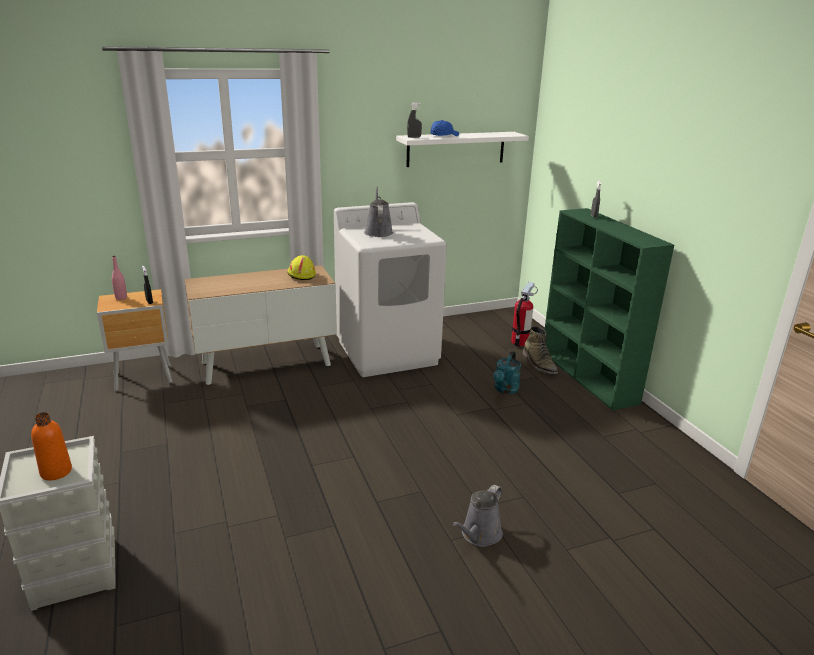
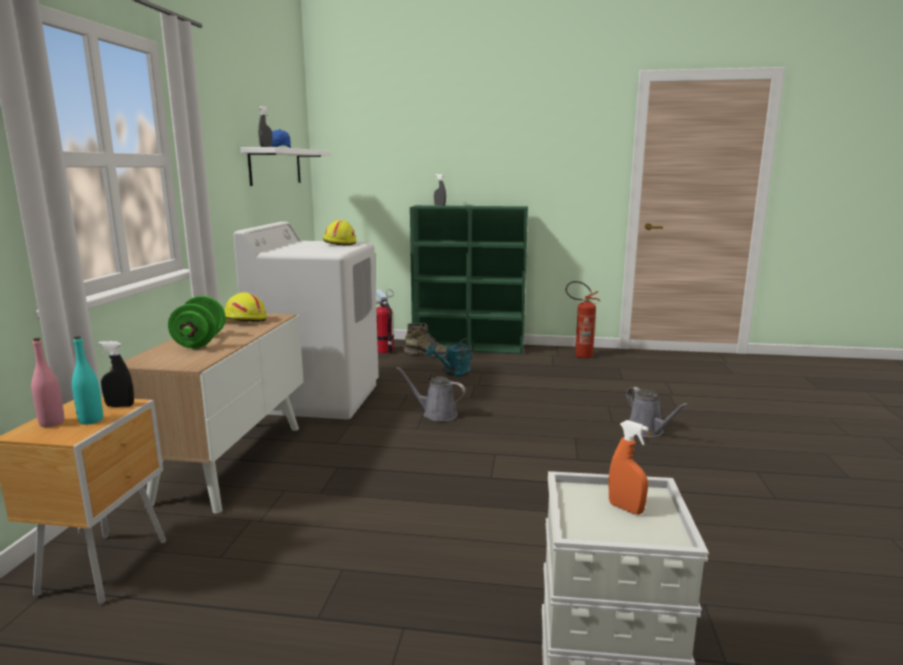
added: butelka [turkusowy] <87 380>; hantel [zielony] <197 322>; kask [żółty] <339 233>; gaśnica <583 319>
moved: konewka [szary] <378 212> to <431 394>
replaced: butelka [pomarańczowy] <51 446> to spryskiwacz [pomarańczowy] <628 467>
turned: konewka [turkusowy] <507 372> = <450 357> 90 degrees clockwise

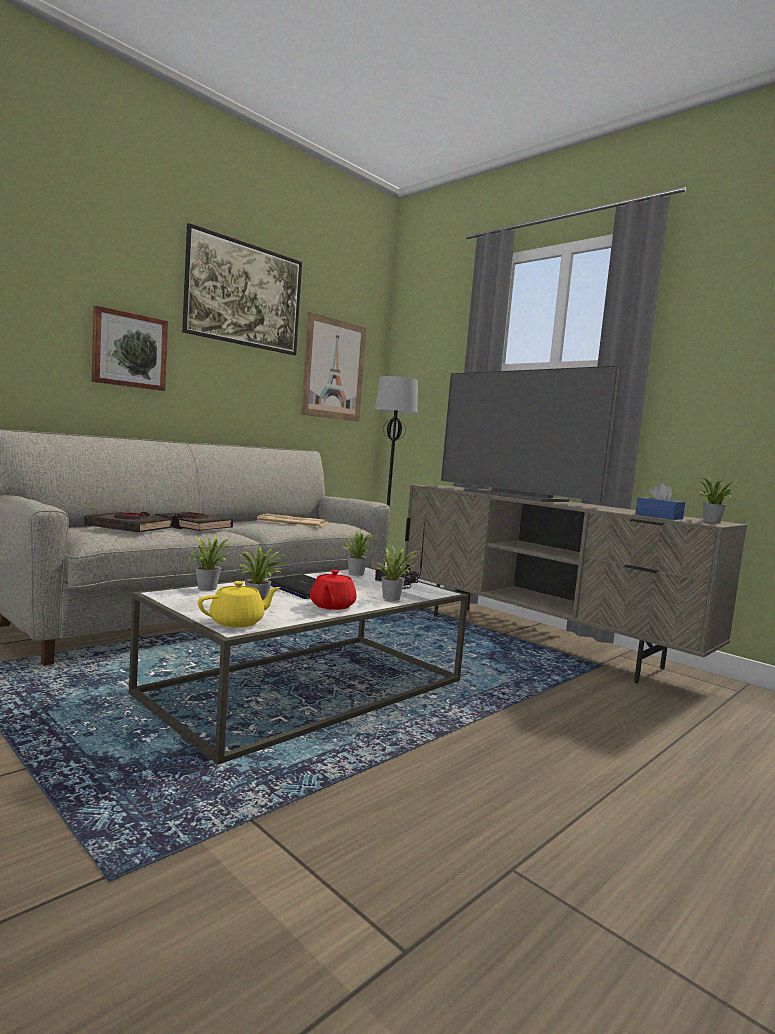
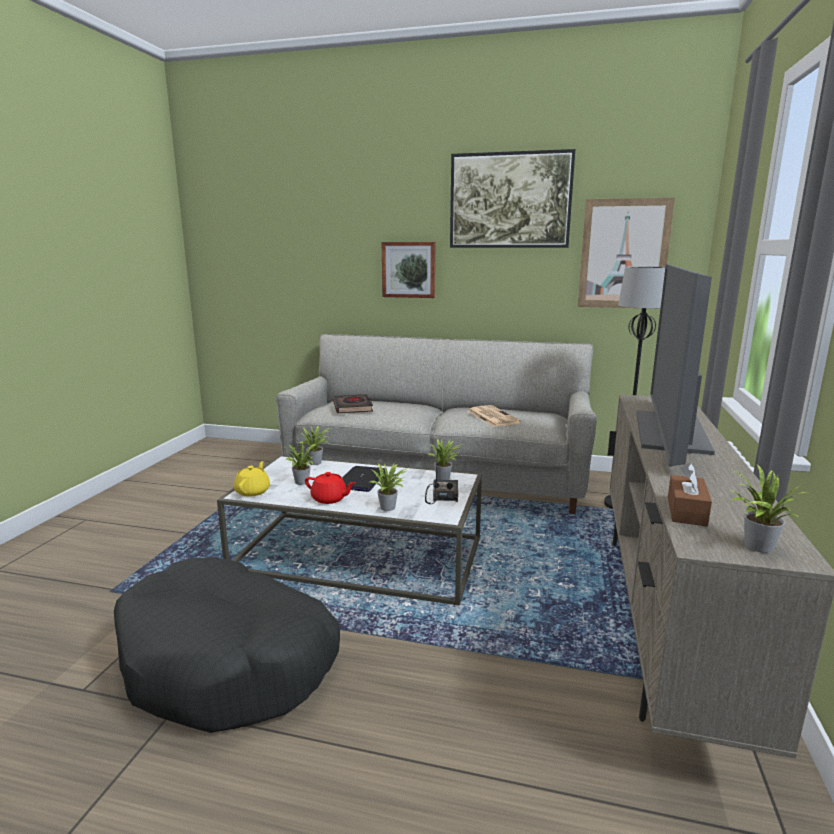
removed: książka [czarny] <194 521>
added: legowisko [czarny] <227 645>
recoloured: pudełko chusteczek [niebieski] <660 501> to pudełko chusteczek [brązowy] <690 494>
turned: imbryk [żółty] <239 604> = <252 479> 105 degrees counterclockwise; imbryk [czerwony] <333 590> = <330 488> 135 degrees counterclockwise

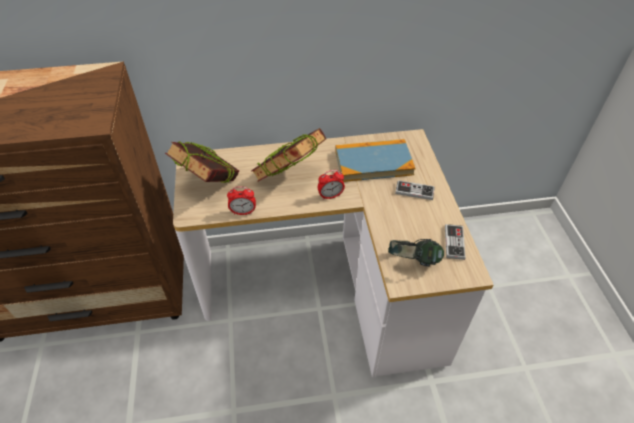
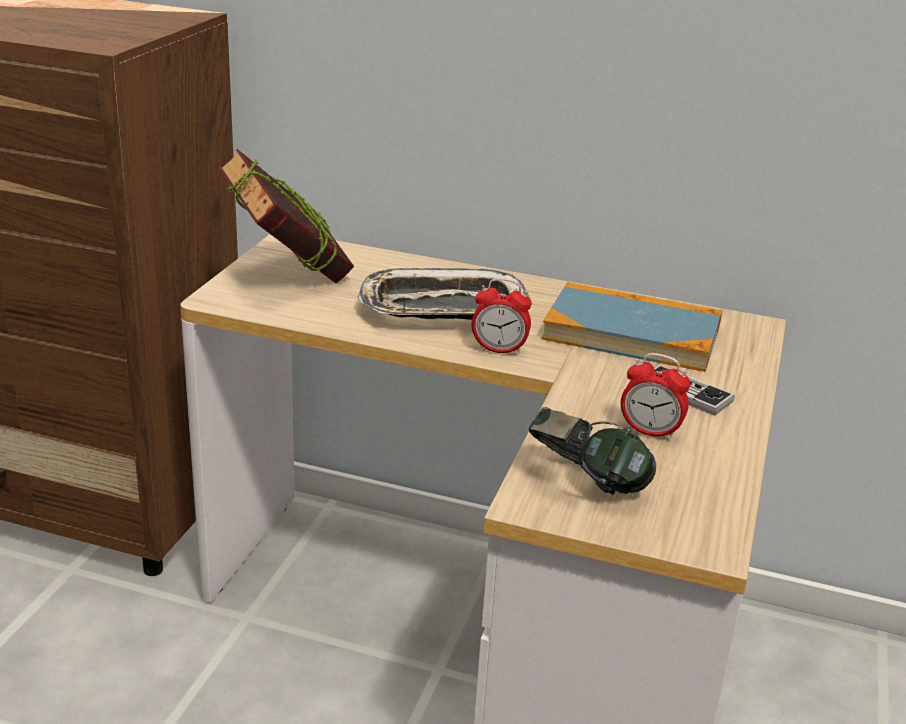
removed: pad do gier <455 242>
moved: budzik <241 201> to <656 396>
replaced: książka <288 154> to taca <445 294>

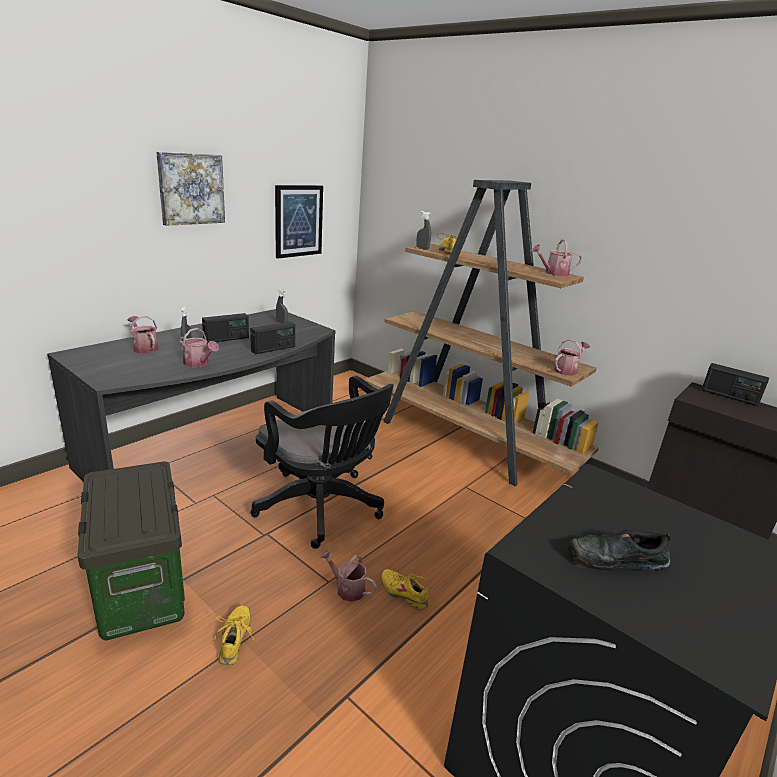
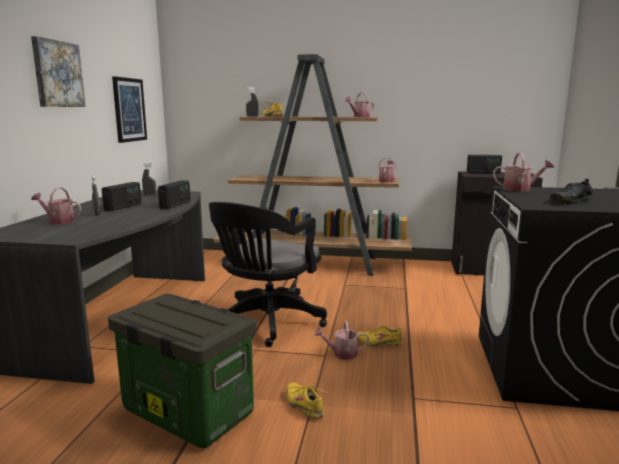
moved: konewka <199 347> to <523 172>
turned: krzesło biurowe [czarny] <322 462> = <268 274> 105 degrees clockwise

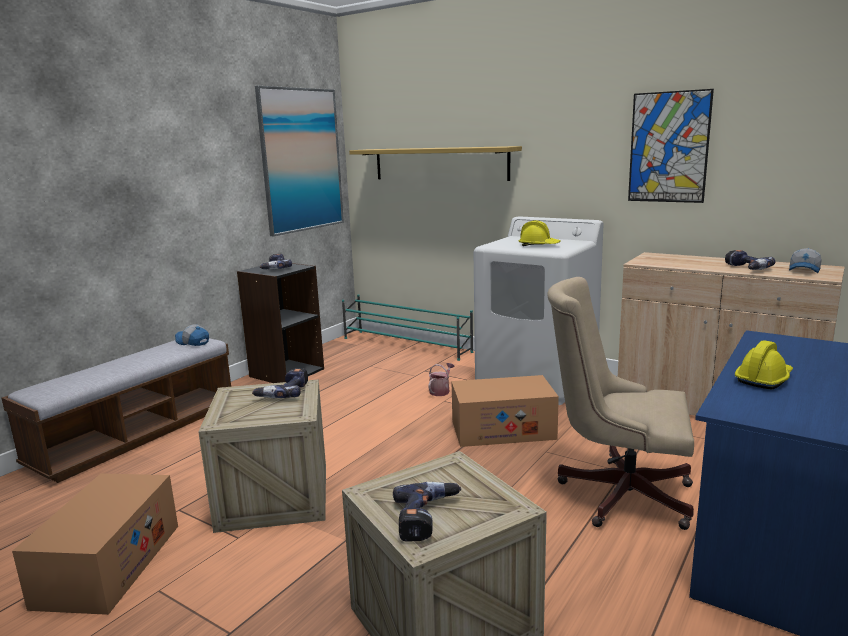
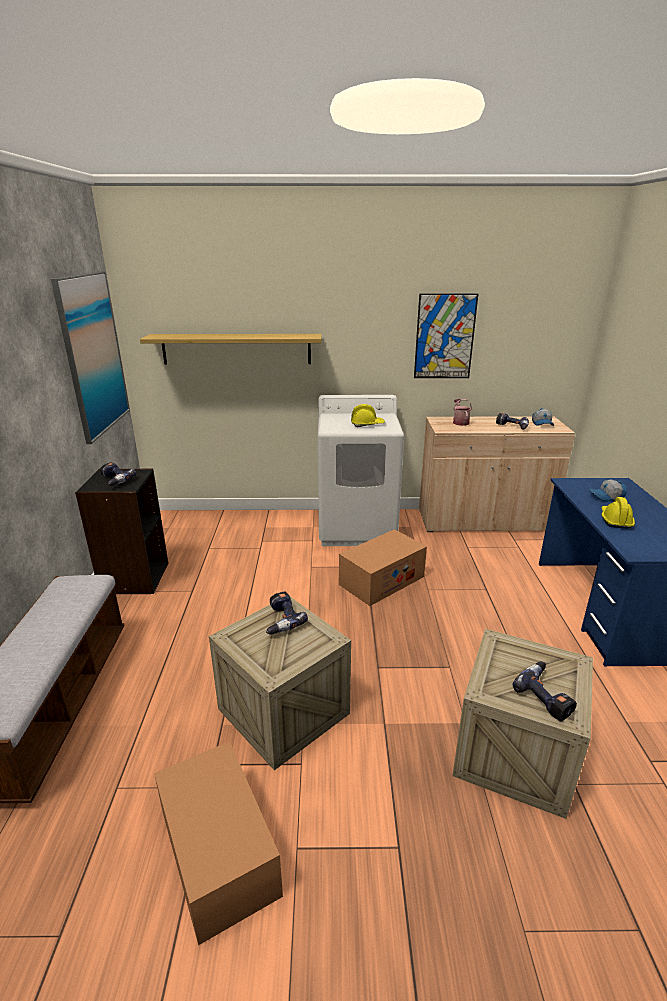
removed: regał na buty [turkusowy] <407 327>; krzesło biurowe [beżowy] <620 403>
moved: konewka <441 379> to <462 412>; czapka z daszkiem <192 335> to <608 490>

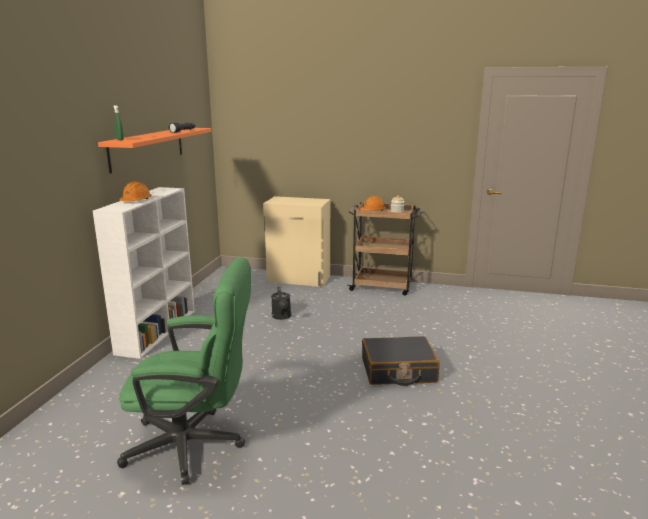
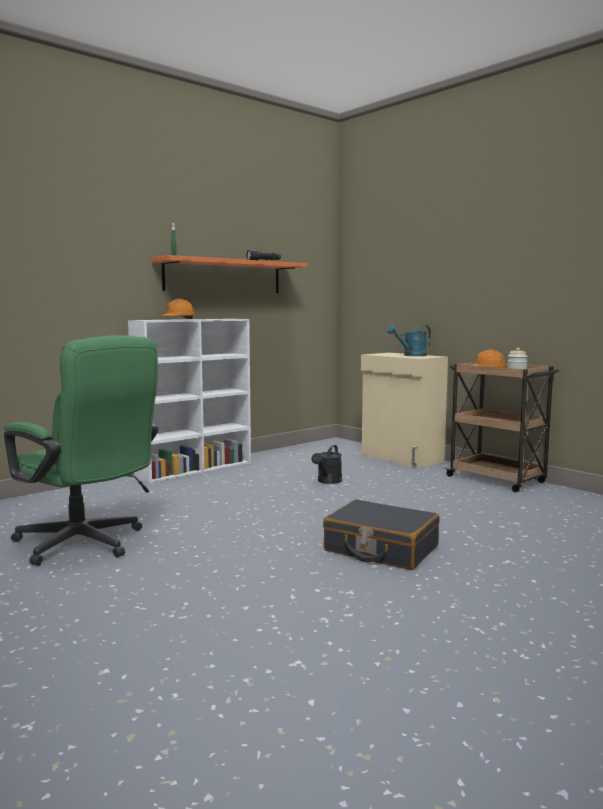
added: konewka [turkusowy] <409 340>

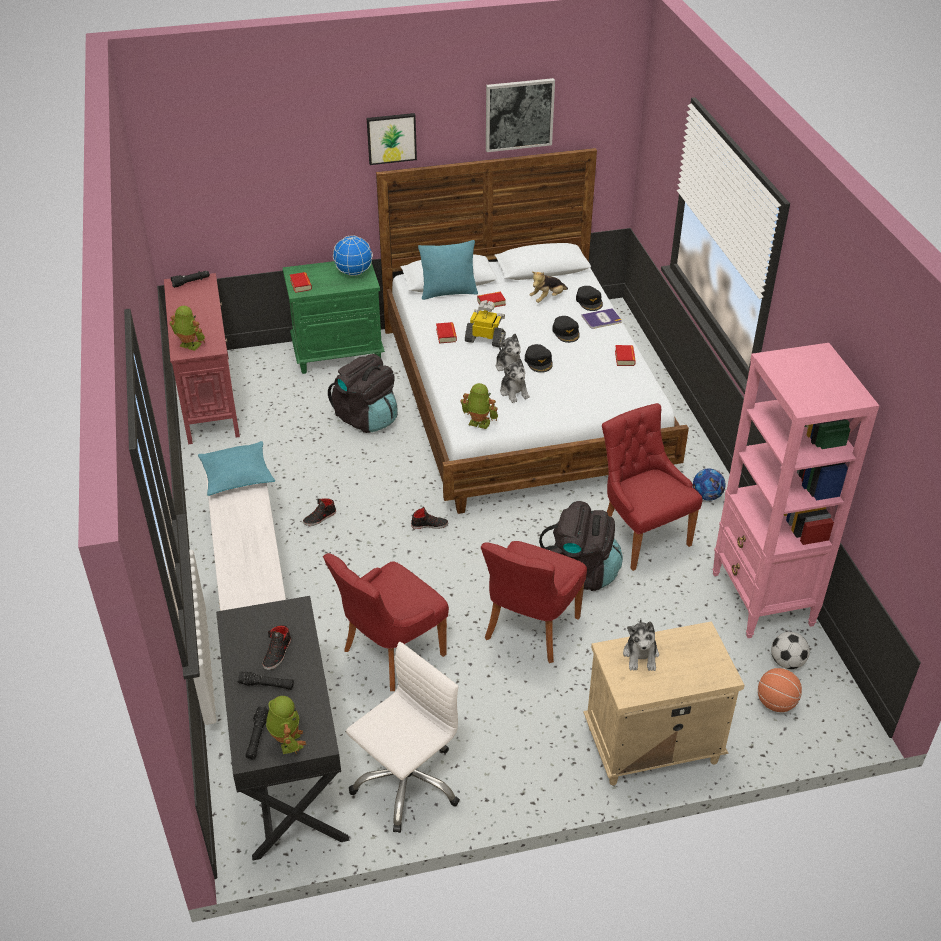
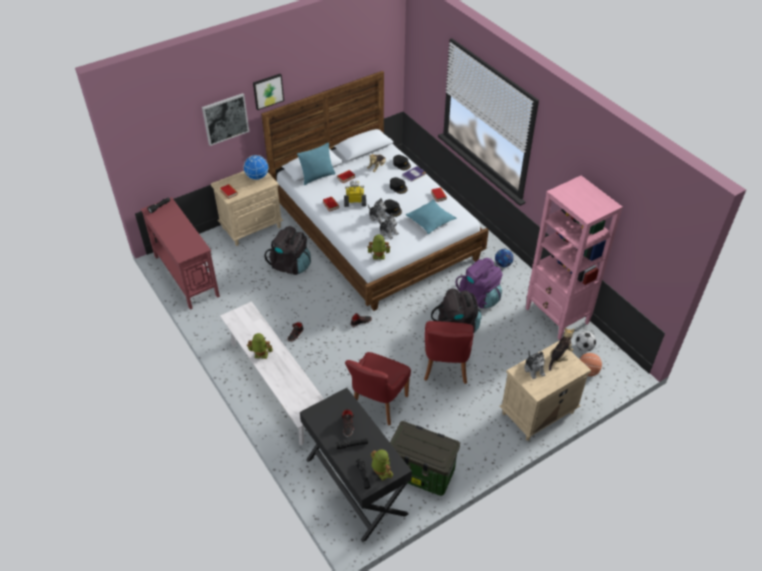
added: pluszak <561 349>
moved: obraz <520 115> to <225 119>; robot zabawkowy <187 328> to <260 346>; poduszka [turkusowy] <236 468> to <430 217>
replaced: krzesło biurowe [biały] <403 737> to pojemnik do przechowywania <425 458>; krzesło [czerwony] <652 487> to plecak [fioletowy] <479 283>
recoloured: szafka nocna [zielony] <334 317> to szafka nocna [beżowy] <247 208>

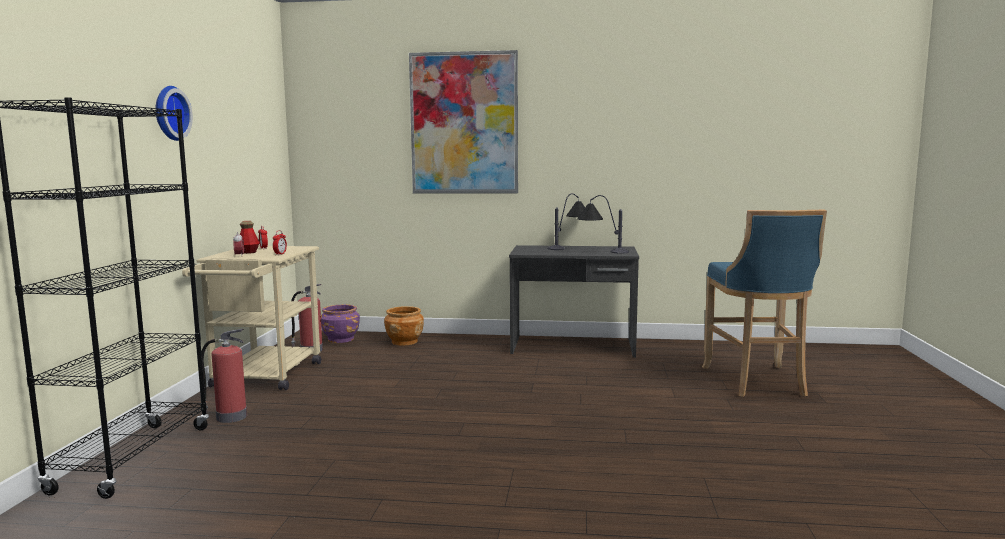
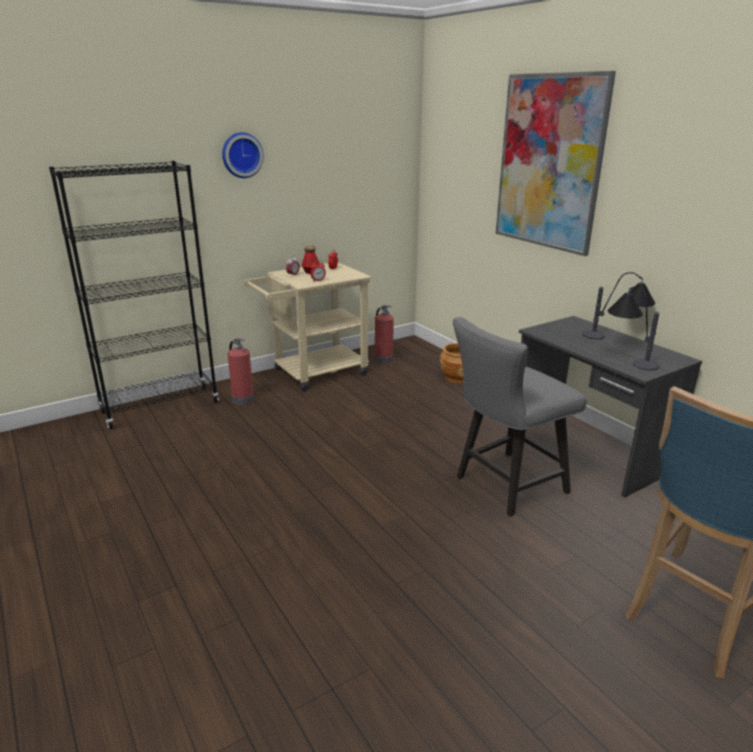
removed: donica [fioletowy] <340 324>
added: krzesło [szary] <520 417>

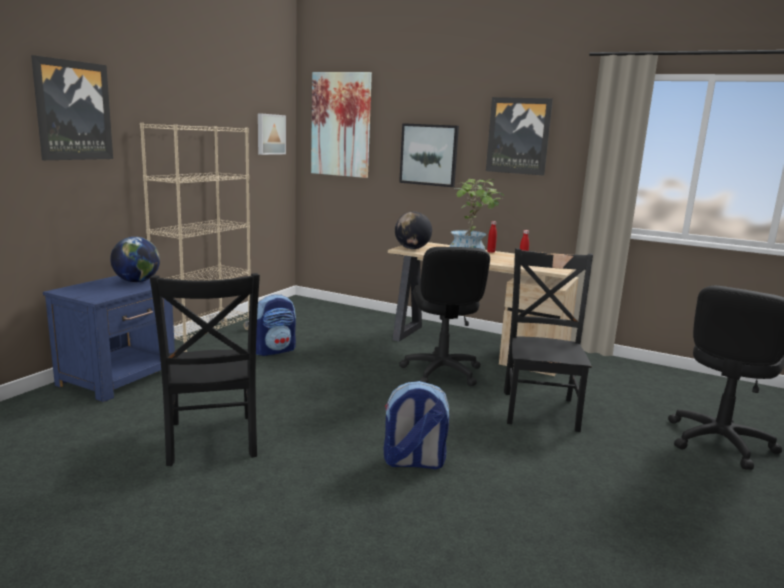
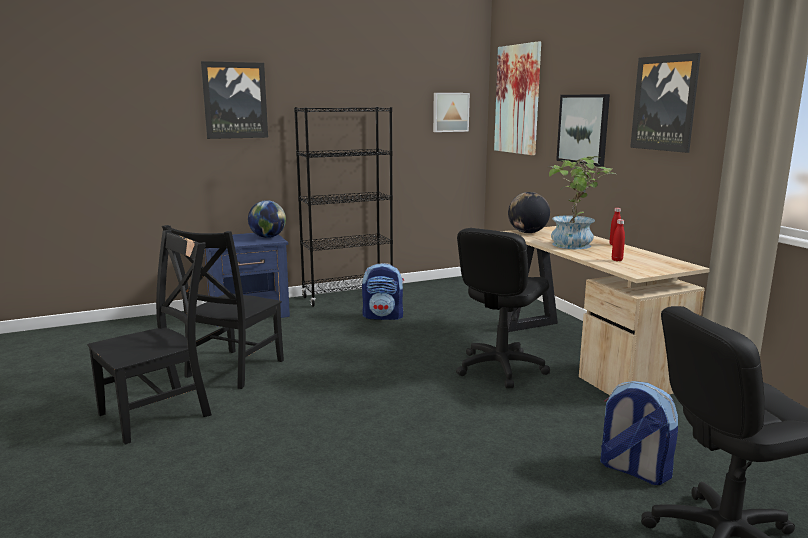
moved: krzesło [czarny] <548 340> to <149 337>; plecak <416 425> to <639 433>
recoloured: regał [beżowy] <195 237> to regał [czarny] <343 207>

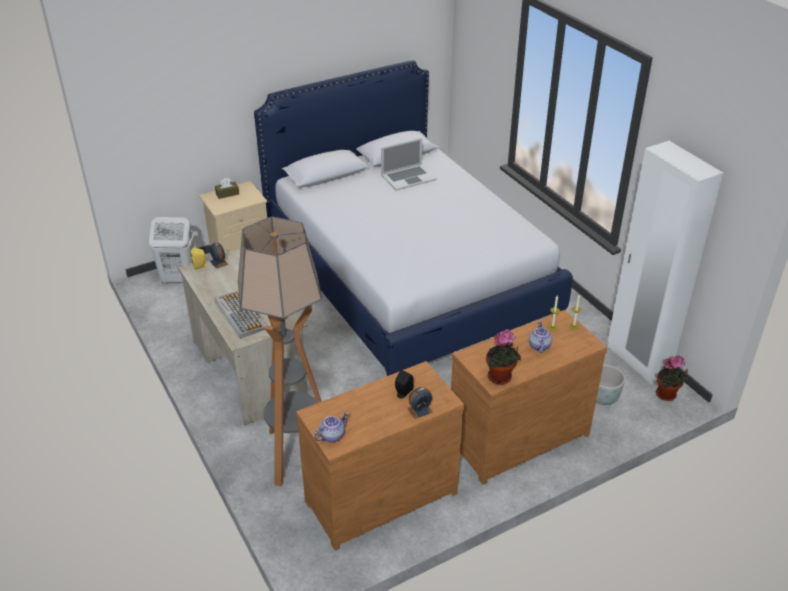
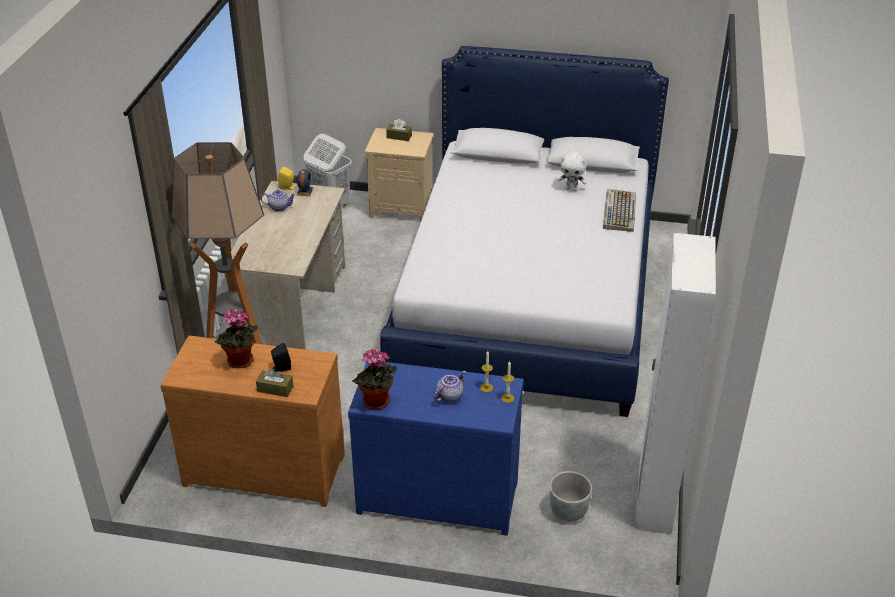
moved: roślina doniczkowa <672 378> to <236 338>; imbryk <331 427> to <278 201>; klawiatura <241 315> to <619 210>
replaced: budzik <420 403> to pudełko chusteczek [brązowy] <274 383>; laptop <409 164> to pluszak [biały] <572 171>
recoloured: komoda [brązowy] <529 397> to komoda [niebieski] <436 449>

